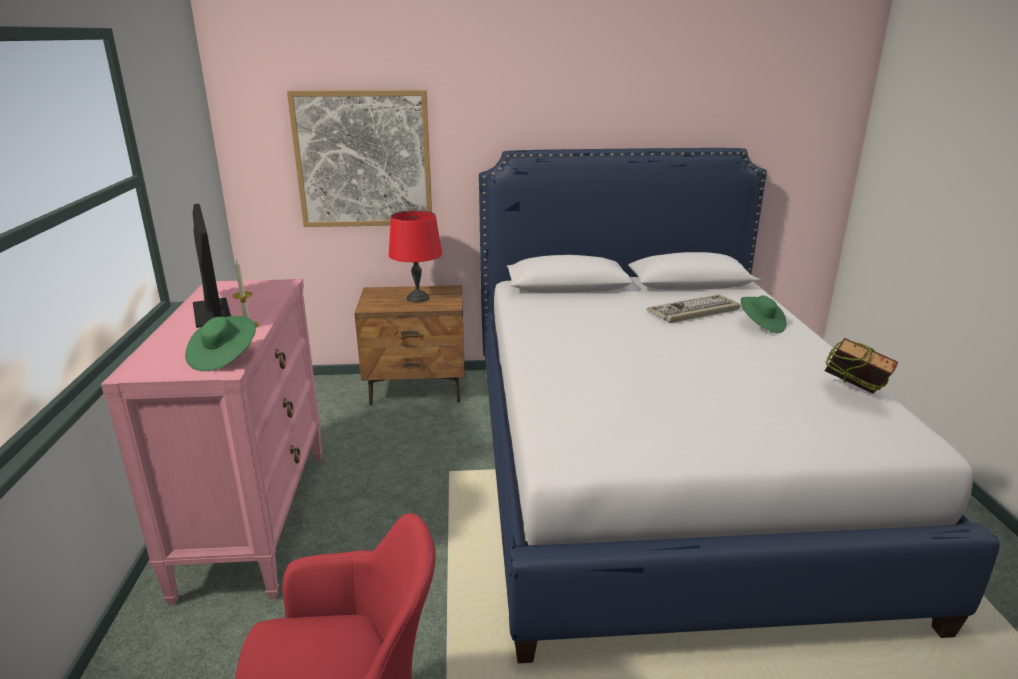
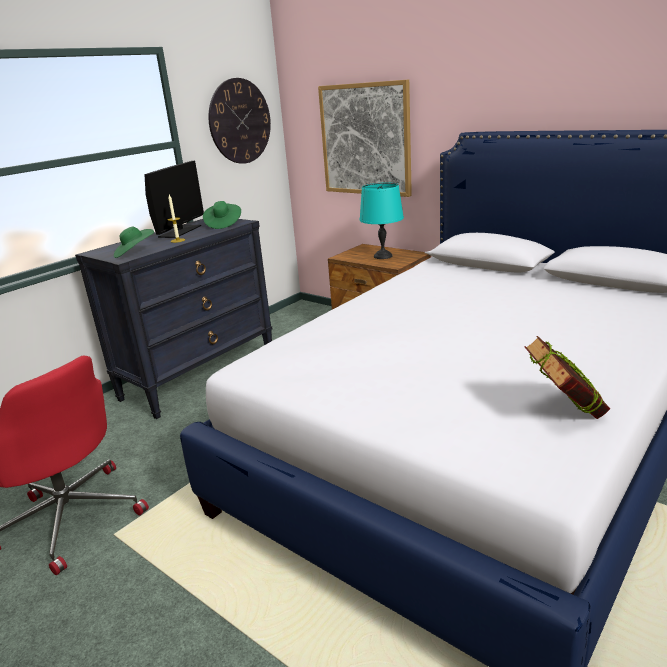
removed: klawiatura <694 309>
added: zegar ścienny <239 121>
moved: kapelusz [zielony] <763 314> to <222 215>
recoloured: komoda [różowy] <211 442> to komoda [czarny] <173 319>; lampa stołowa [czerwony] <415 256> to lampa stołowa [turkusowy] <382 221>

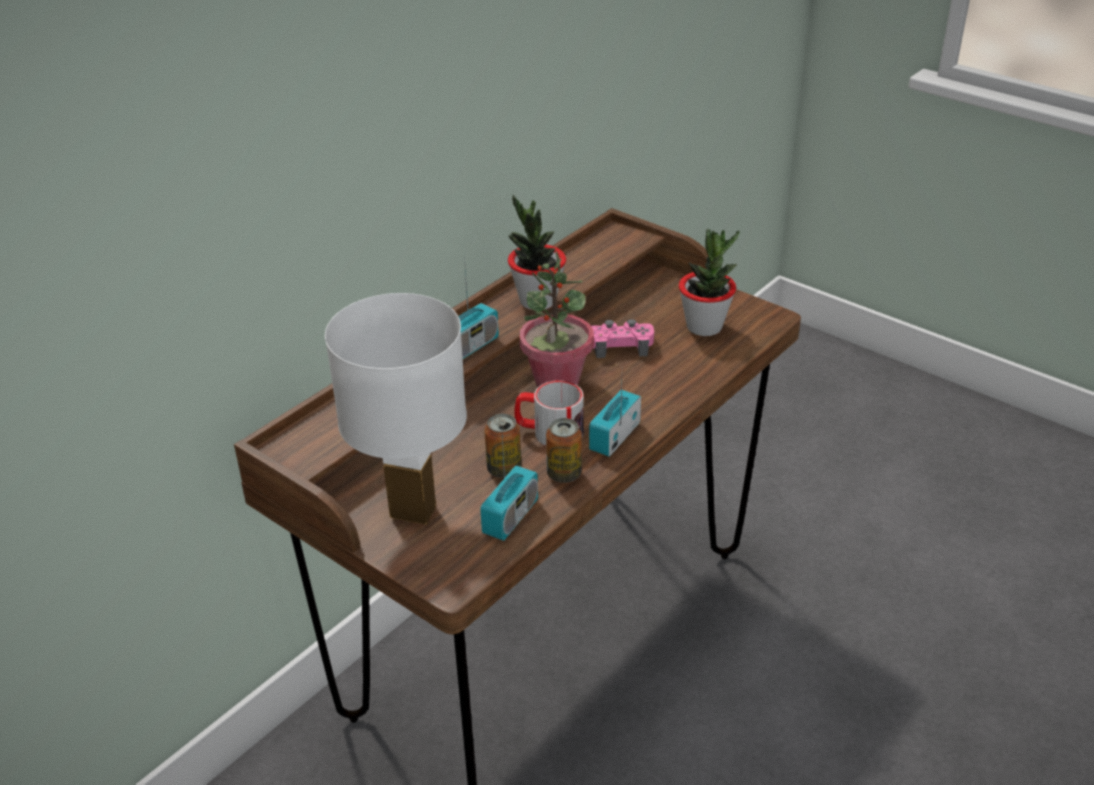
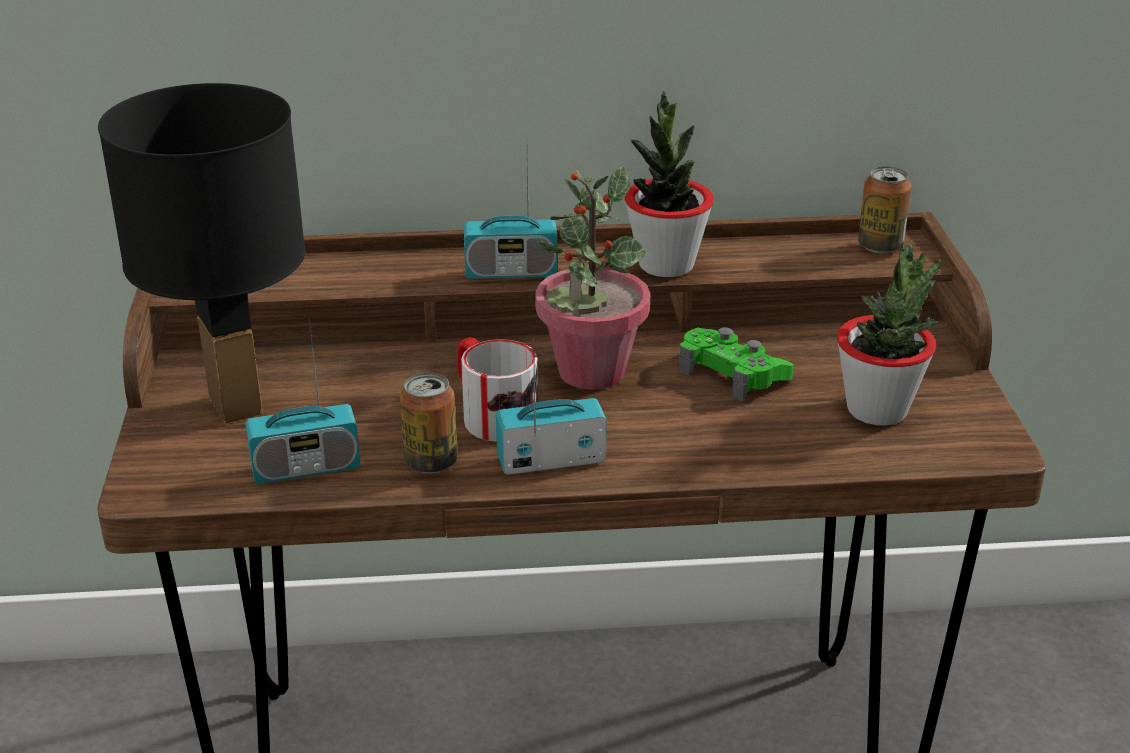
moved: puszka <503 446> to <884 210>
recoloured: lampa stołowa [biały] <396 409> to lampa stołowa [czarny] <202 253>; pad do gier [różowy] <622 338> to pad do gier [zielony] <736 364>

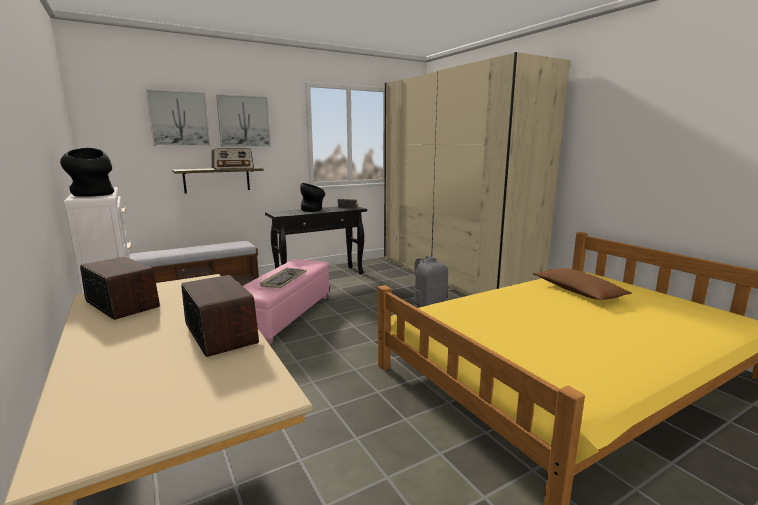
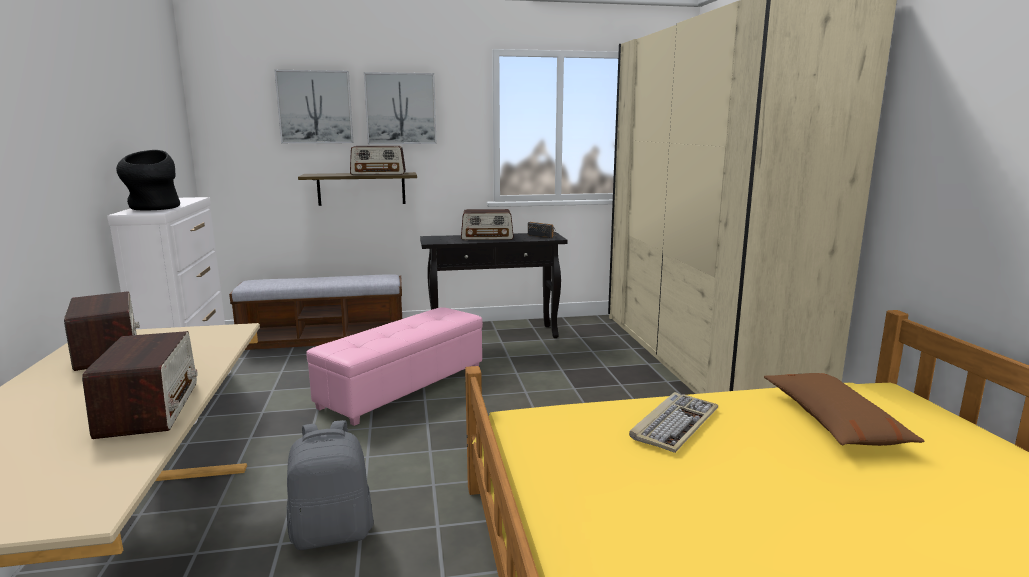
moved: plecak [szary] <429 281> to <330 485>; klawiatura <283 277> to <673 422>
replaced: wazon [czarny] <312 197> to radio <487 224>

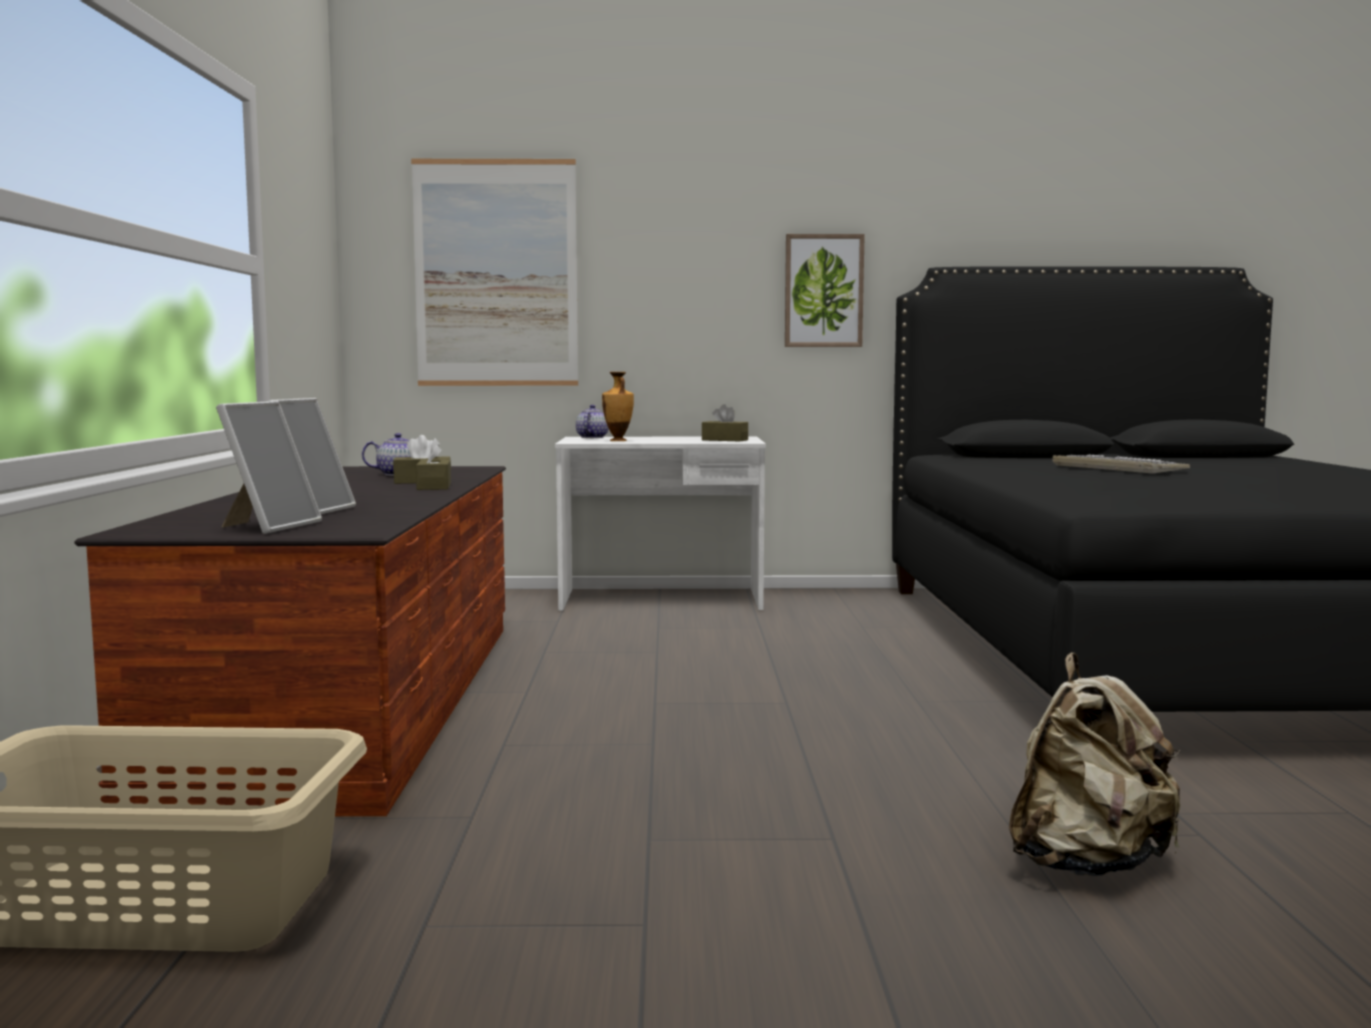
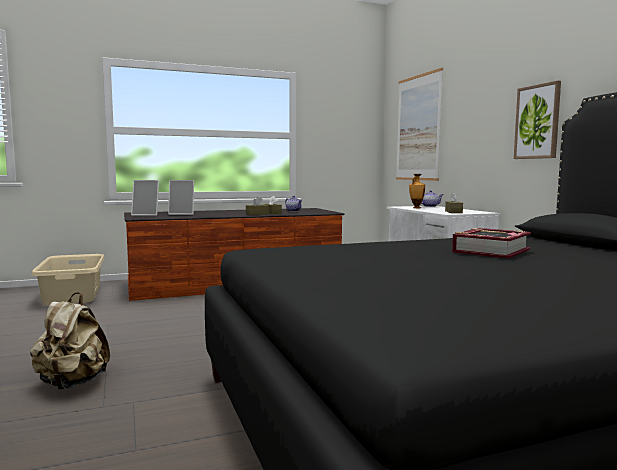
replaced: klawiatura <1121 463> to książka <491 243>

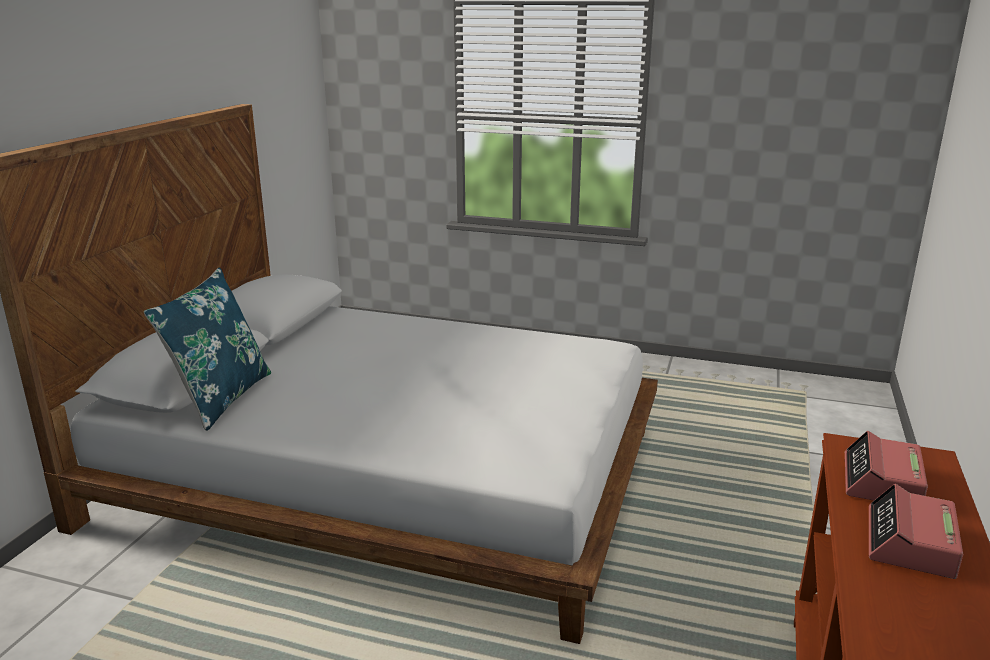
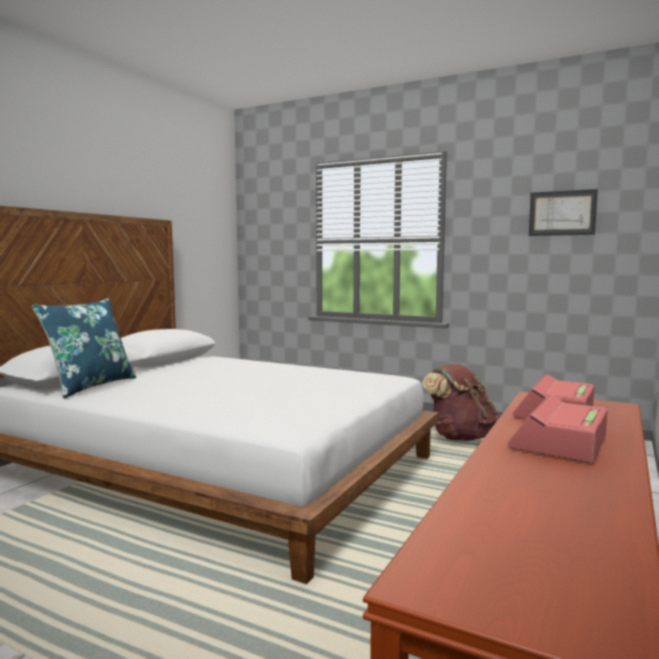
added: plecak [brązowy] <460 402>; obraz <563 212>

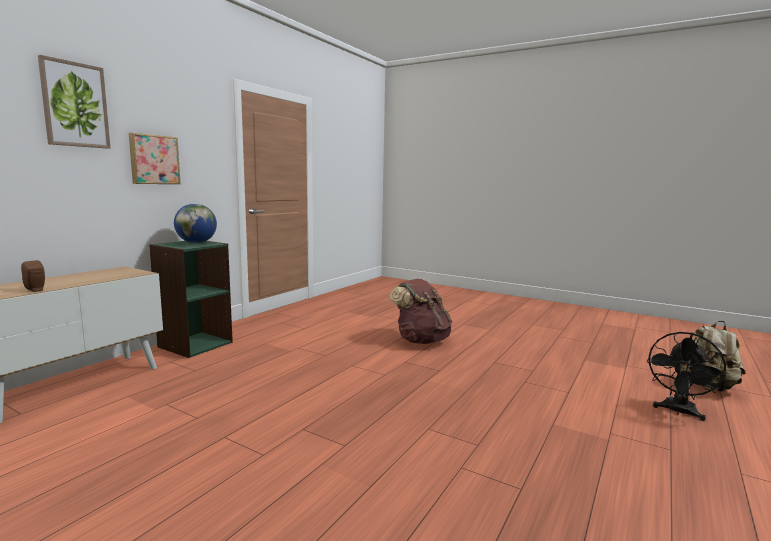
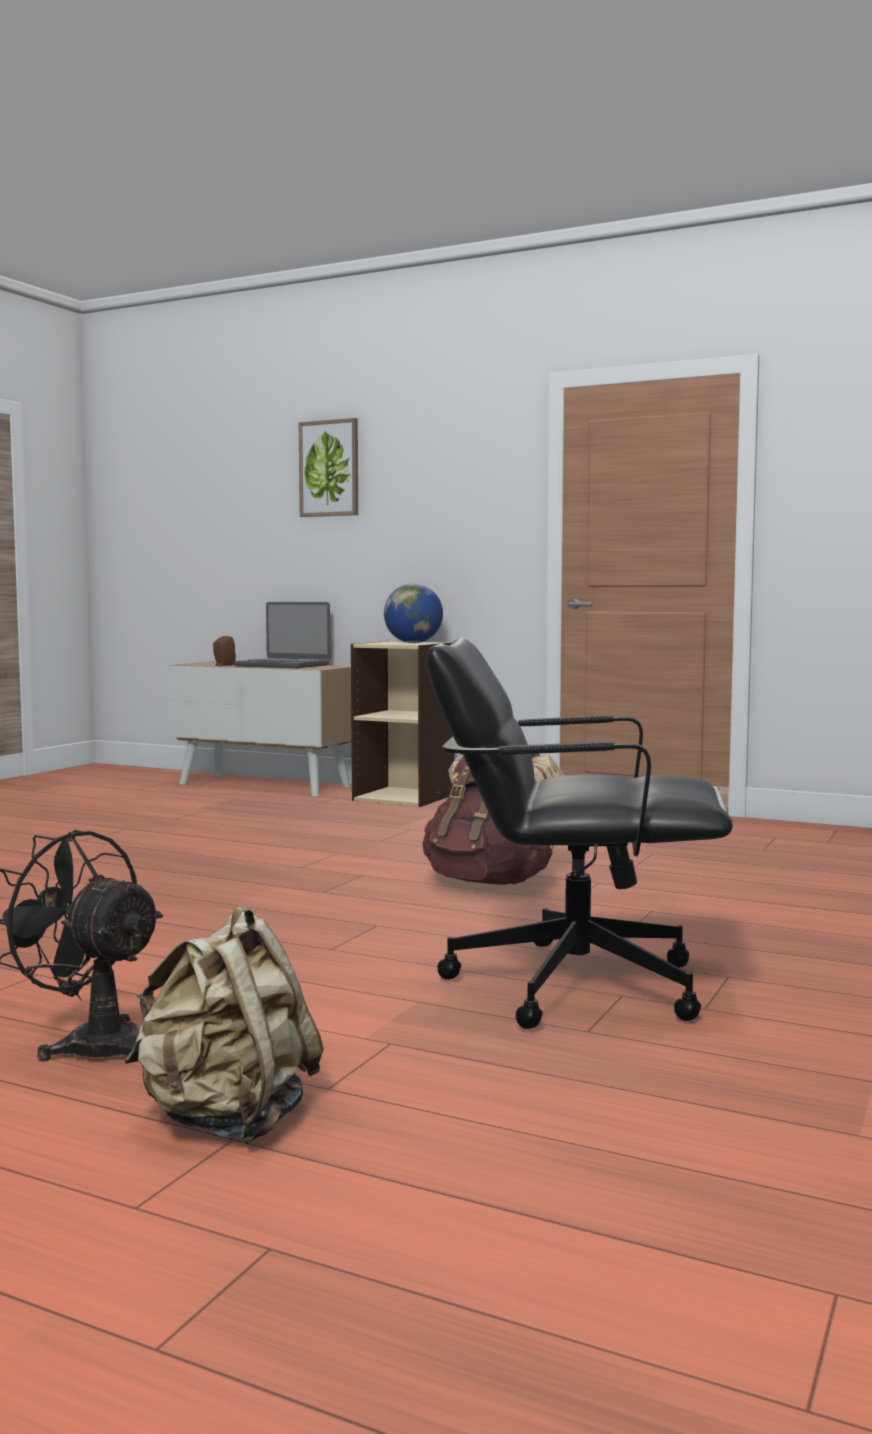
removed: obraz <155 158>
added: laptop <282 635>; krzesło biurowe [czarny] <579 833>
recoloured: regał [zielony] <191 299> to regał [beżowy] <403 724>

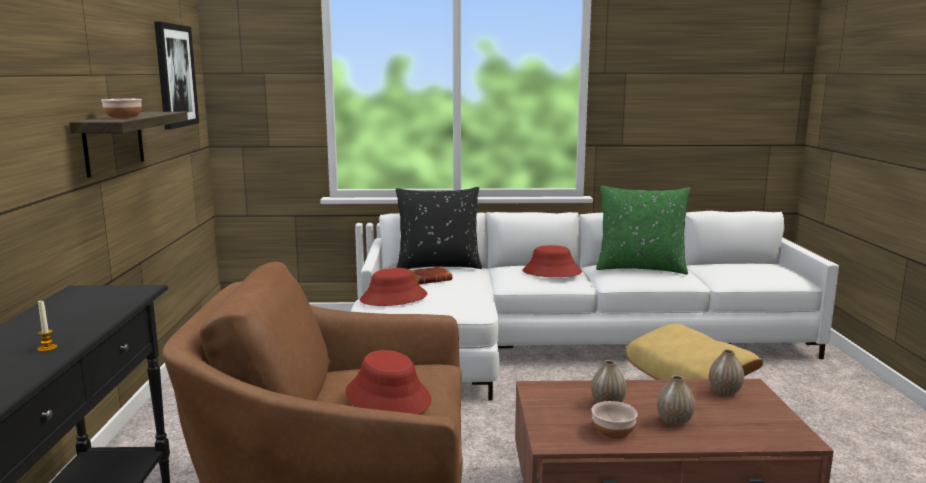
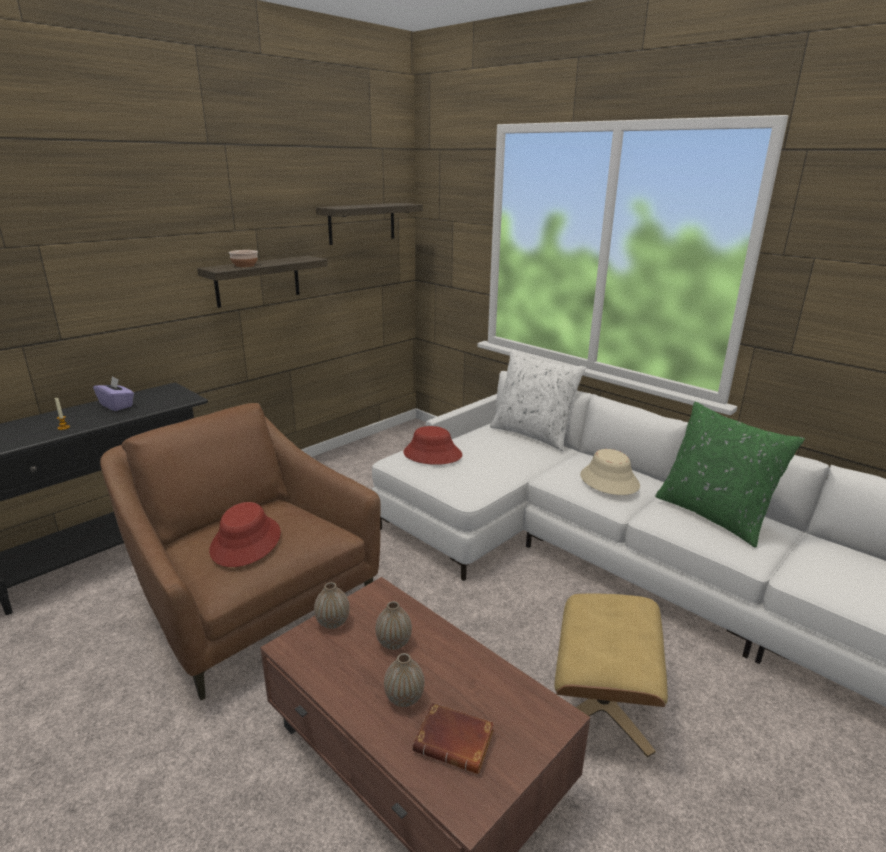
removed: miska <614 420>
added: pudełko chusteczek [fioletowy] <113 393>
moved: wazon <726 372> to <332 605>; książka [brązowy] <431 275> to <453 738>
replaced: obraz <176 75> to półka <369 224>
recoloured: poduszka [czarny] <439 228> to poduszka [biały] <538 400>; kapelusz [czerwony] <552 261> to kapelusz [beżowy] <610 472>

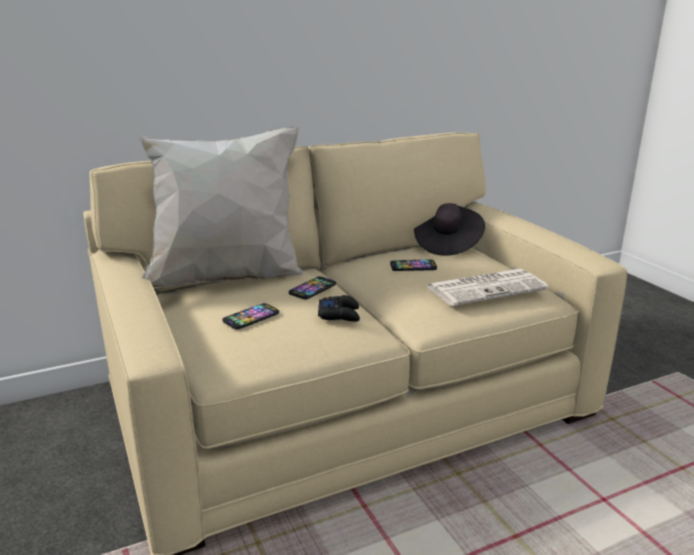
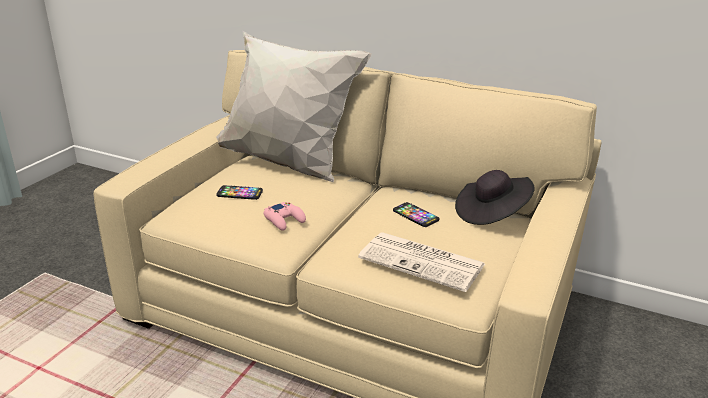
removed: telefon <312 288>
recoloured: pad do gier [czarny] <339 308> to pad do gier [różowy] <285 216>

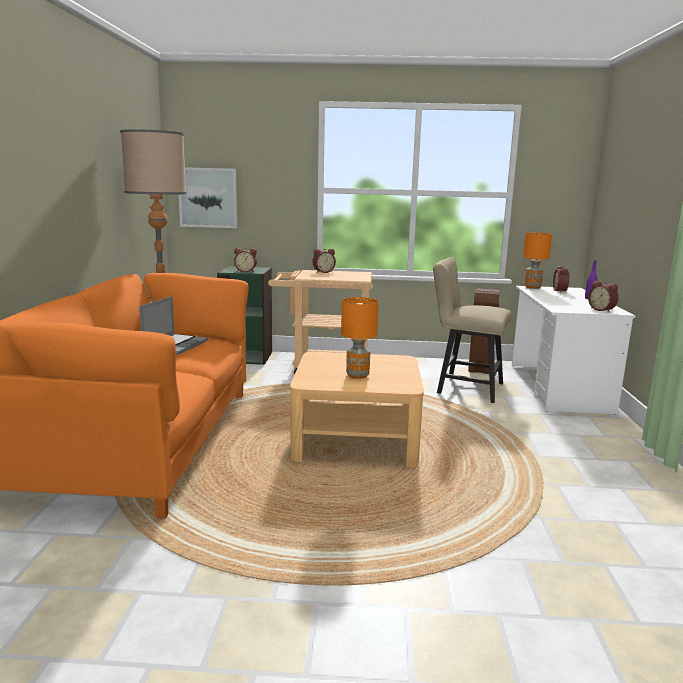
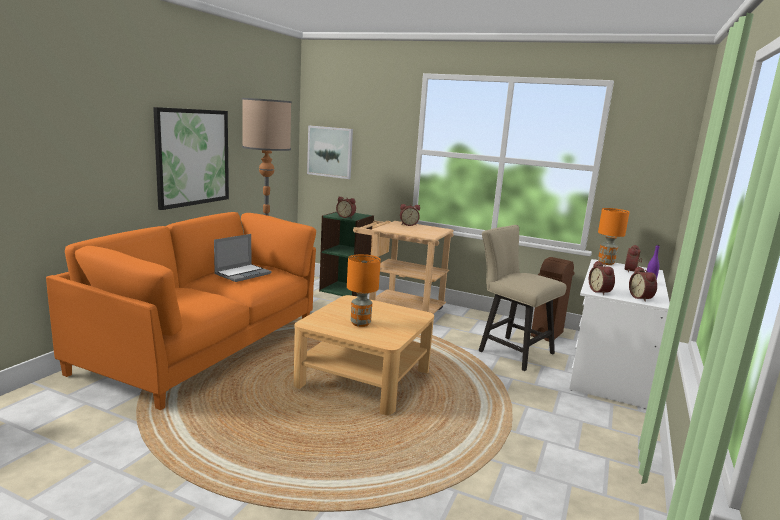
added: obraz <191 158>; budzik <602 278>

